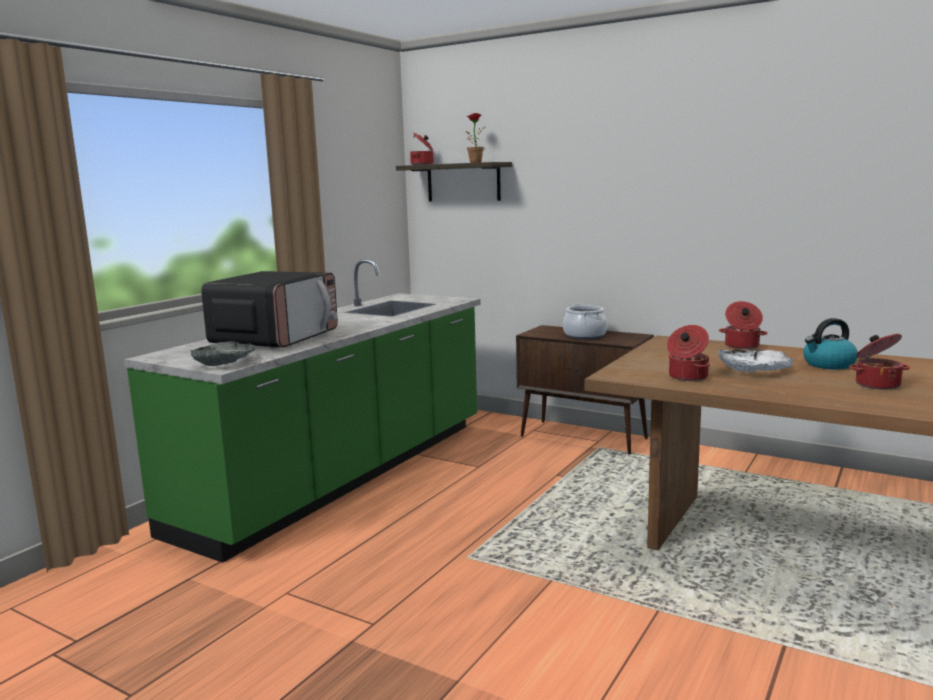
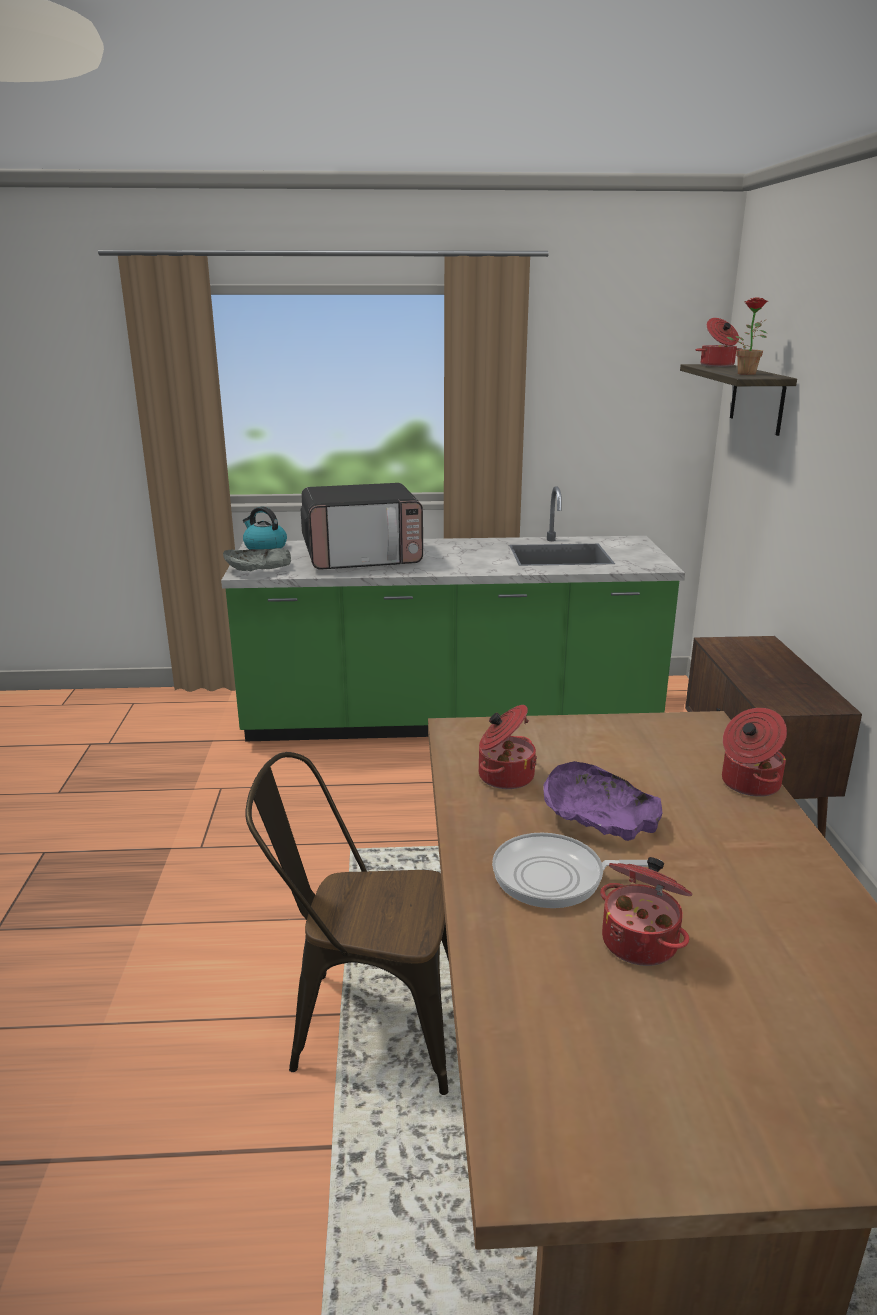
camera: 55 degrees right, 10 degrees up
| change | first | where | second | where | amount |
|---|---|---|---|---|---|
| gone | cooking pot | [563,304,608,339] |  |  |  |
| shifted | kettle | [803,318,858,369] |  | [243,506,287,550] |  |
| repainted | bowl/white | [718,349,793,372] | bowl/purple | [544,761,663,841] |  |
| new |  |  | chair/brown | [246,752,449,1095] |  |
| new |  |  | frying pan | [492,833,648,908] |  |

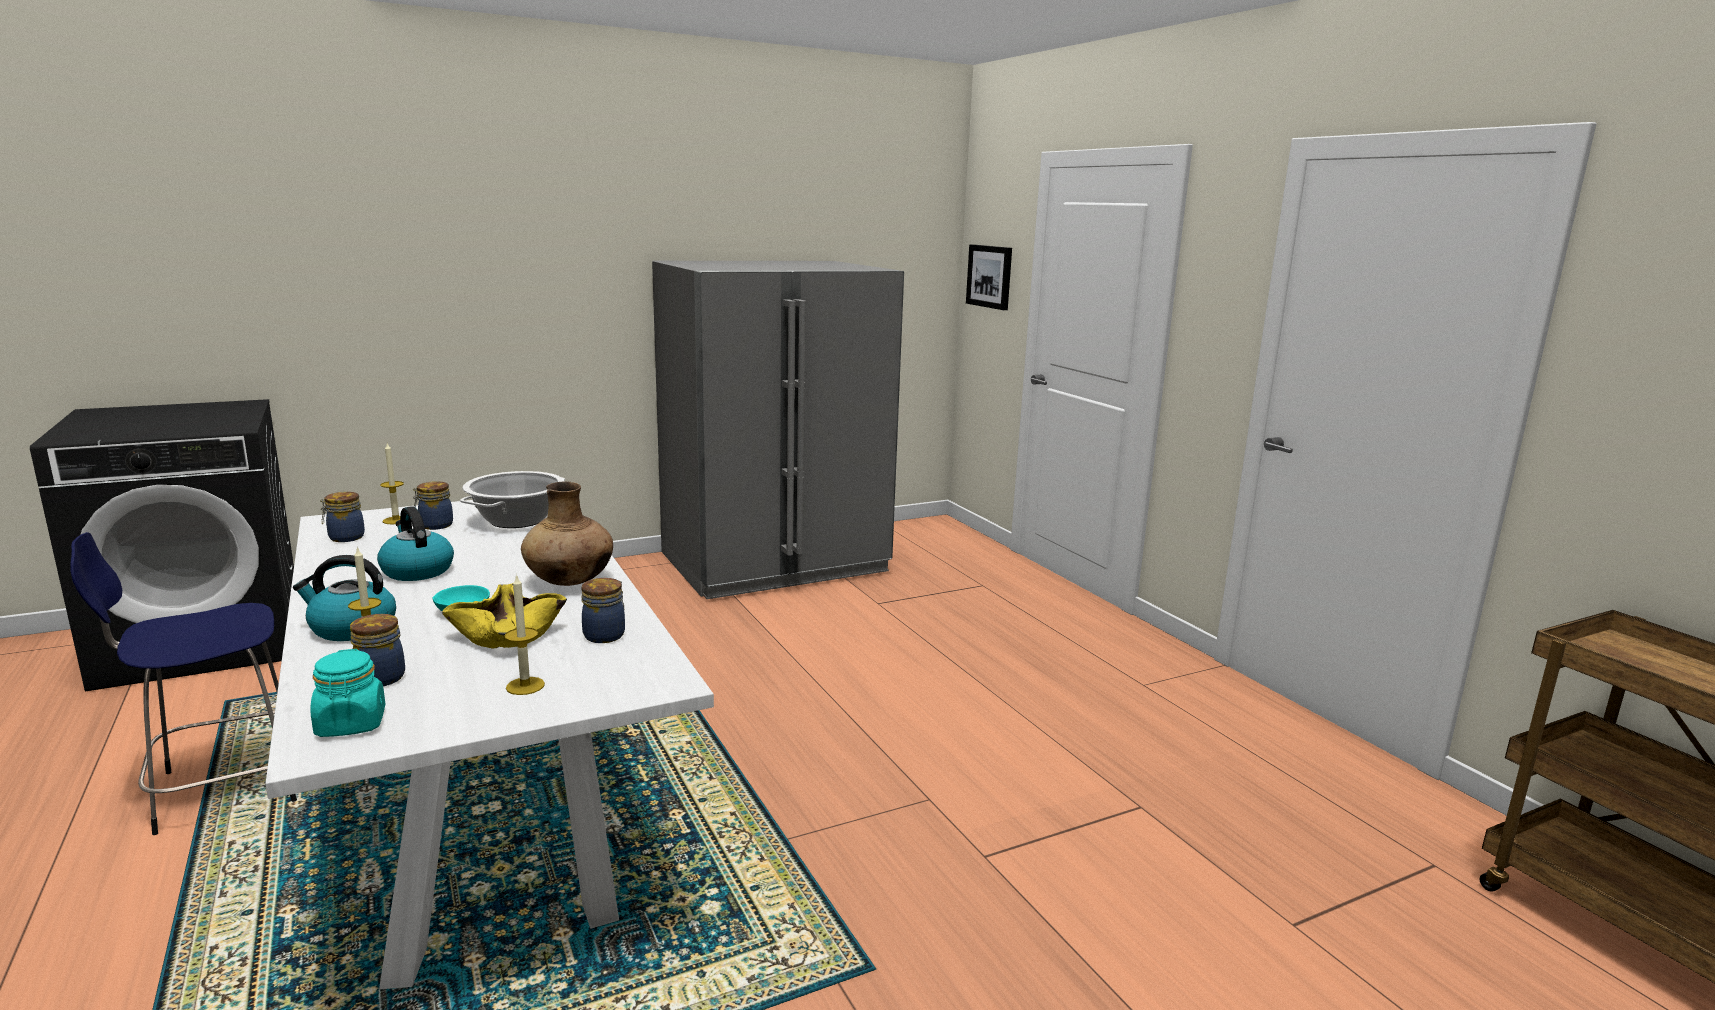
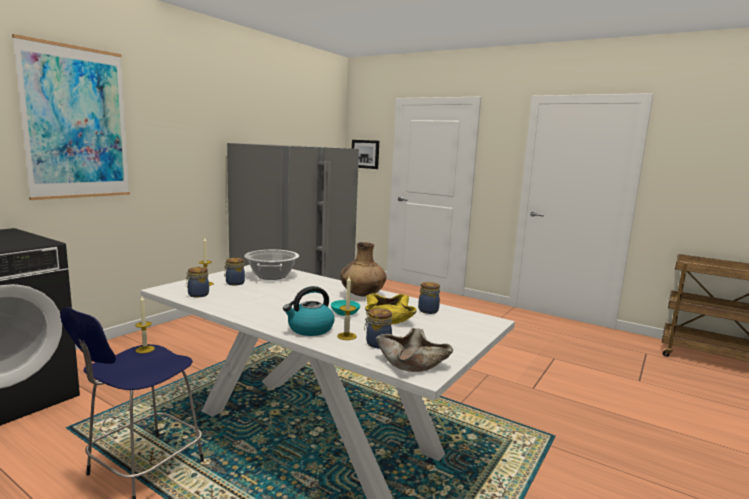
camera: 30 degrees left, 5 degrees down
| change | first | where | second | where | amount |
|---|---|---|---|---|---|
| gone | kettle | [377,506,454,581] |  |  |  |
| shifted | candle | [504,574,545,695] |  | [135,296,155,353] |  |
| swapped | jar/turquoise | [311,649,386,737] | bowl/beige | [376,328,453,372] |  |
| new |  |  | picture | [12,34,130,200] |  |

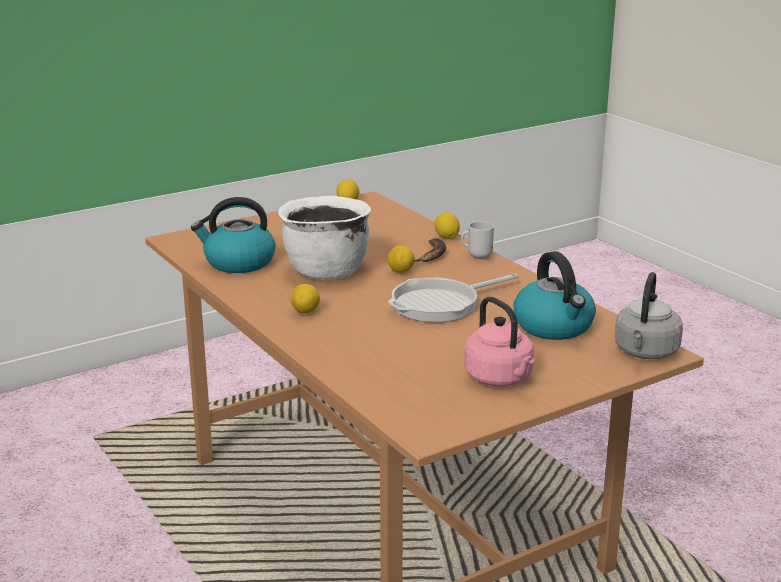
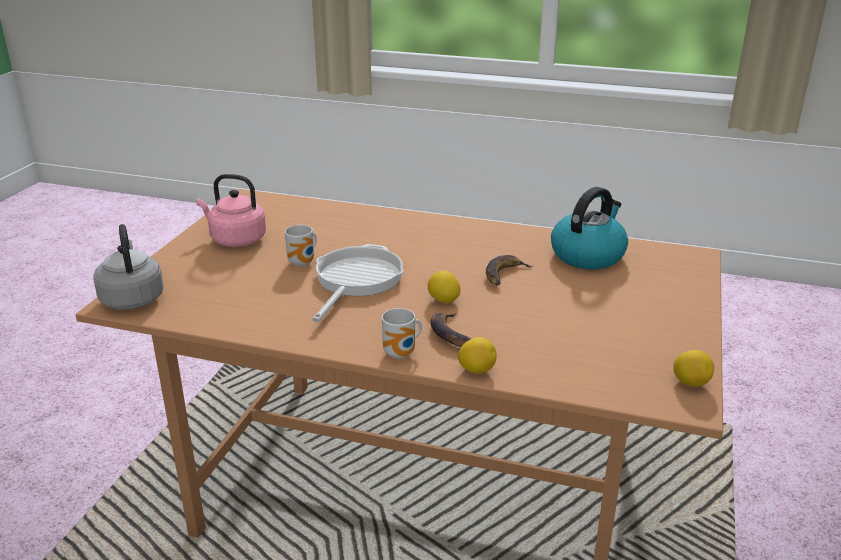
camera: 140 degrees right, 5 degrees up
| change | first | where | second | where | amount |
|---|---|---|---|---|---|
| swapped | cooking pot/white | [278,196,371,280] | banana | [486,255,533,285] |  |
| gone | kettle | [513,251,596,340] |  |  |  |
| gone | lemon | [290,284,320,313] |  |  |  |
| new |  |  | mug | [285,225,317,267] |  |

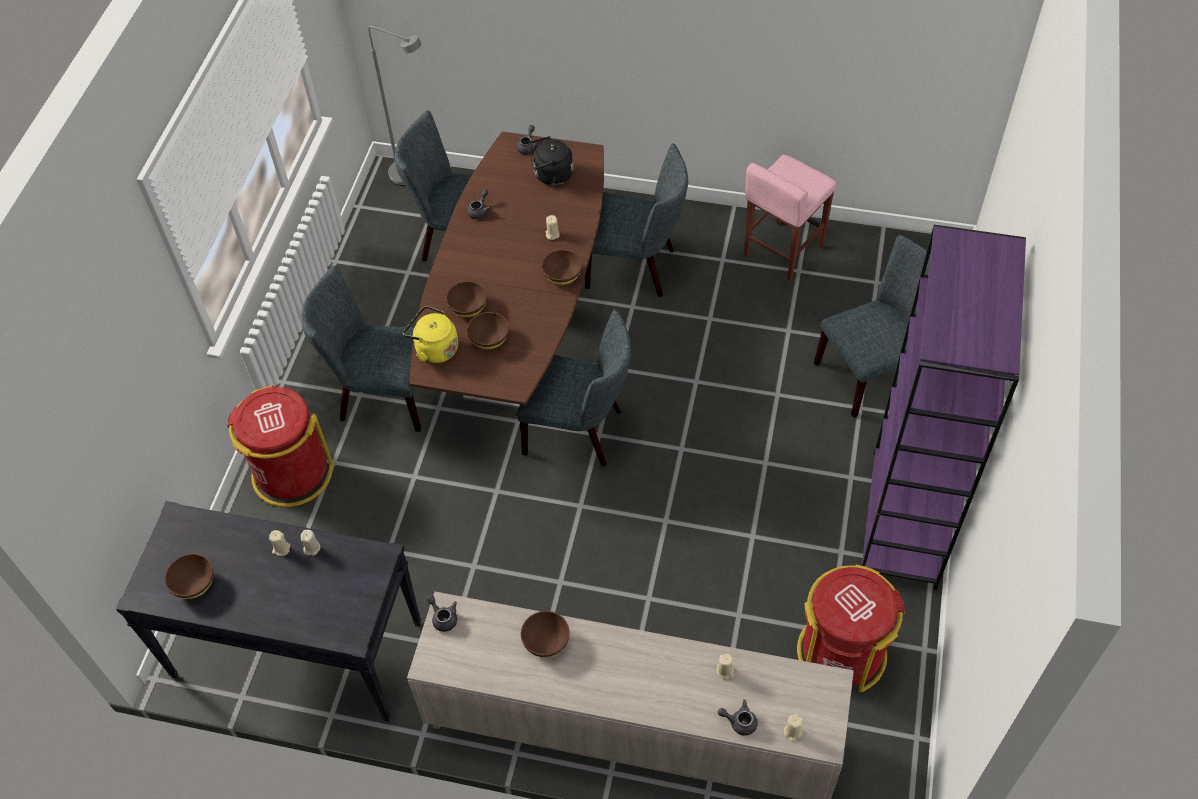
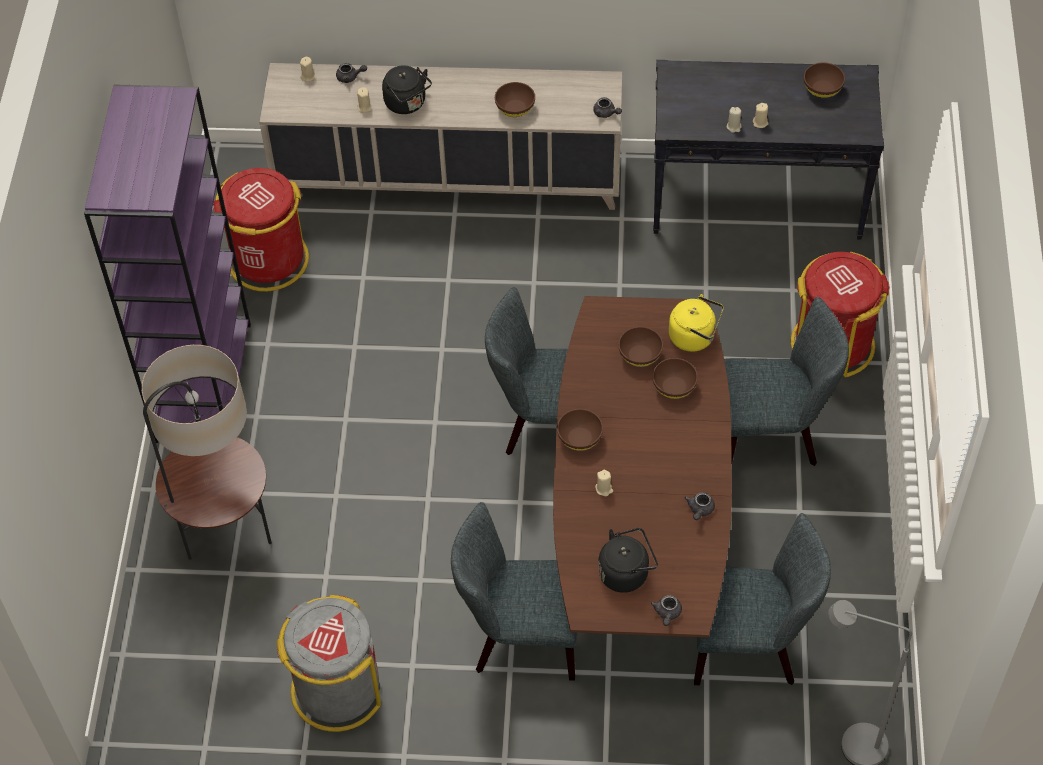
camera: 170 degrees right, 0 degrees up
| change | first | where | second | where | amount |
|---|---|---|---|---|---|
| swapped | stool/pink | [744,155,837,281] | trash can/grey | [277,595,381,732] |  |
| swapped | chair/grey | [814,235,931,418] | floor lamp | [142,345,272,560] |  |
| new |  |  | kettle/black | [382,65,432,114] |  |

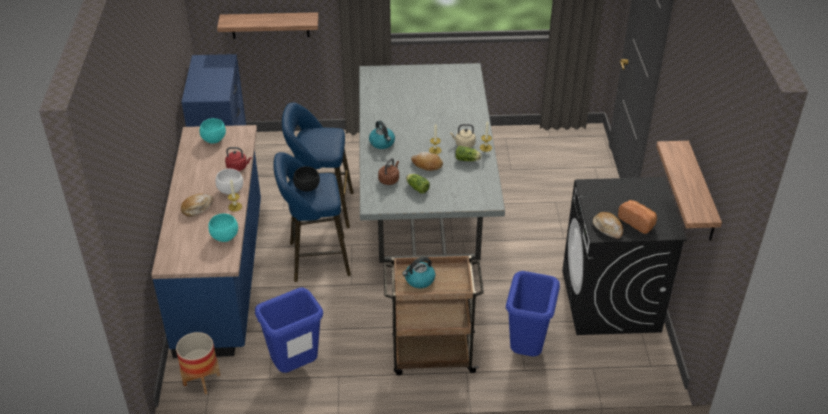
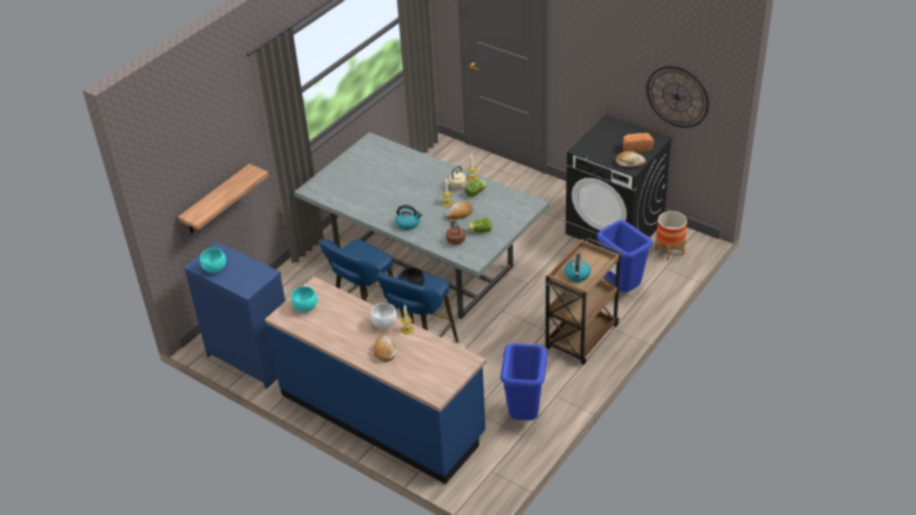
camera: 50 degrees left, 0 degrees up
| change | first | where | second | where | amount |
|---|---|---|---|---|---|
| swapped | shelf | [656,141,722,241] | wall clock | [647,66,709,128] |  |
| gone | kettle/red | [225,147,252,171] |  |  |  |
| shifted | bowl/turquoise | [208,214,238,242] |  | [200,248,226,273] |  |
| shifted | planter | [176,332,221,394] |  | [655,211,687,261] |  |

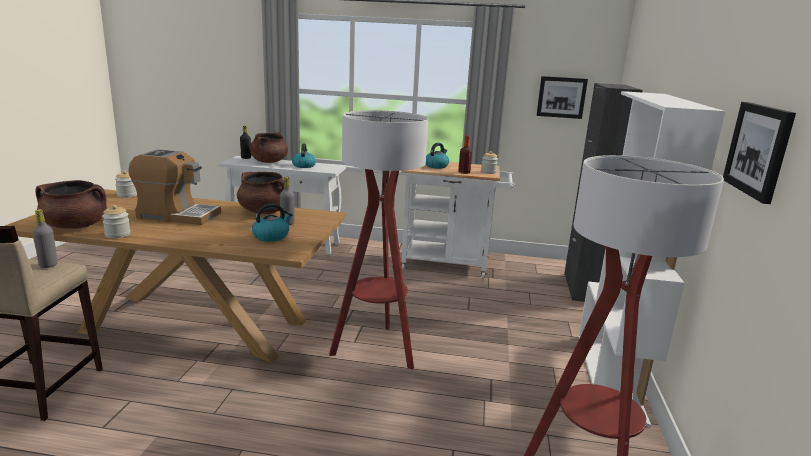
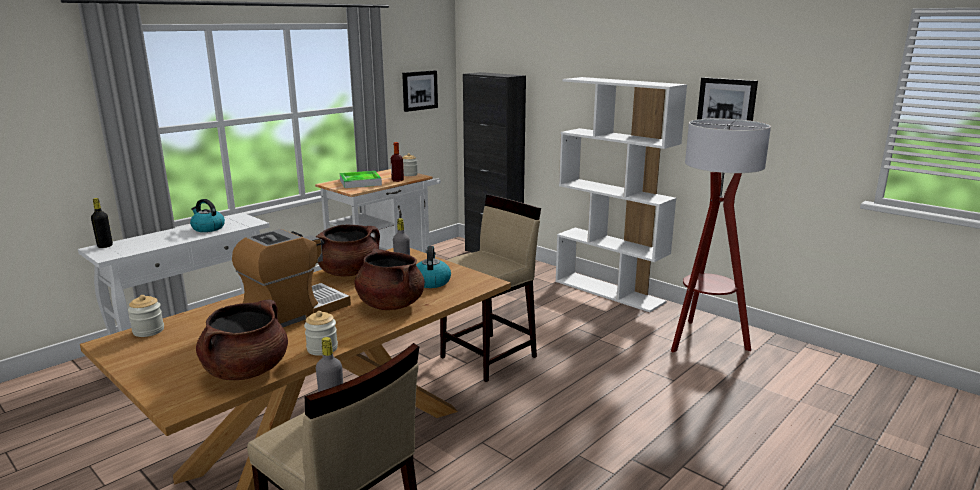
camera: 55 degrees left, 0 degrees up
| change | first | where | second | where | amount |
|---|---|---|---|---|---|
| swapped | floor lamp | [329,110,429,369] | stool/beige | [440,195,541,382] |  |
| shifted | cooking pot/brown | [250,132,288,163] |  | [355,248,425,310] |  |
| swapped | kettle | [425,143,449,169] | tray | [340,171,382,188] |  |

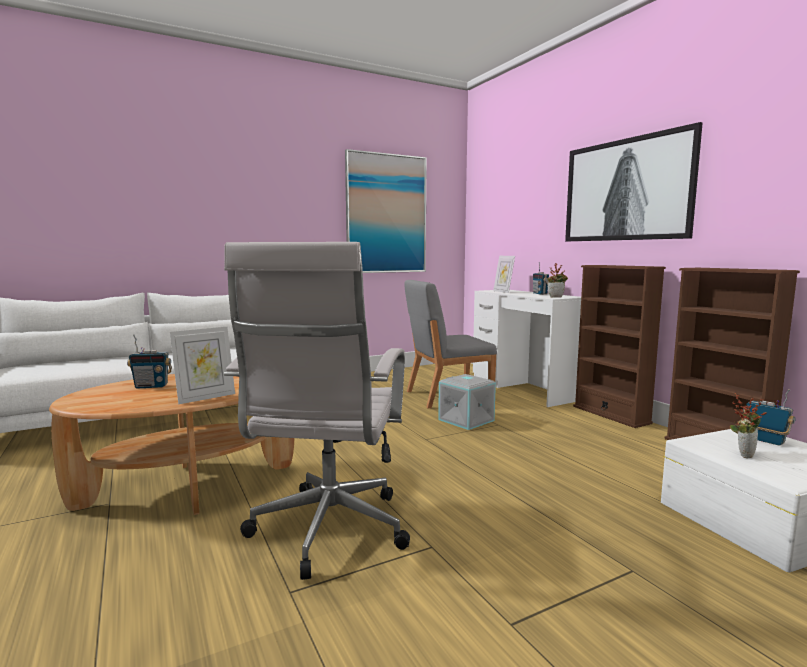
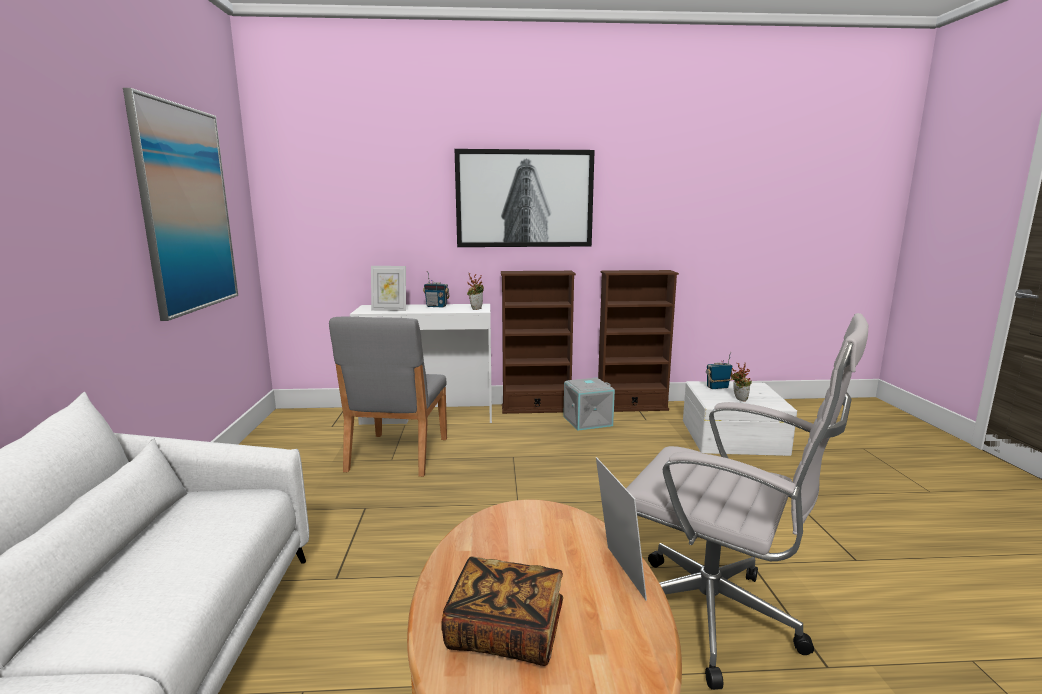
camera: 65 degrees left, 5 degrees up
| change | first | where | second | where | amount |
|---|---|---|---|---|---|
| swapped | radio | [127,335,172,388] | book | [441,556,563,666] |  |
| shifted | storage box/grey | [438,374,496,430] |  | [563,378,615,430] |  |

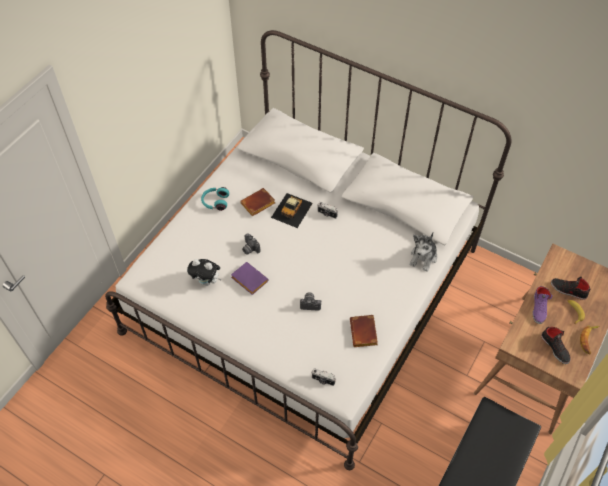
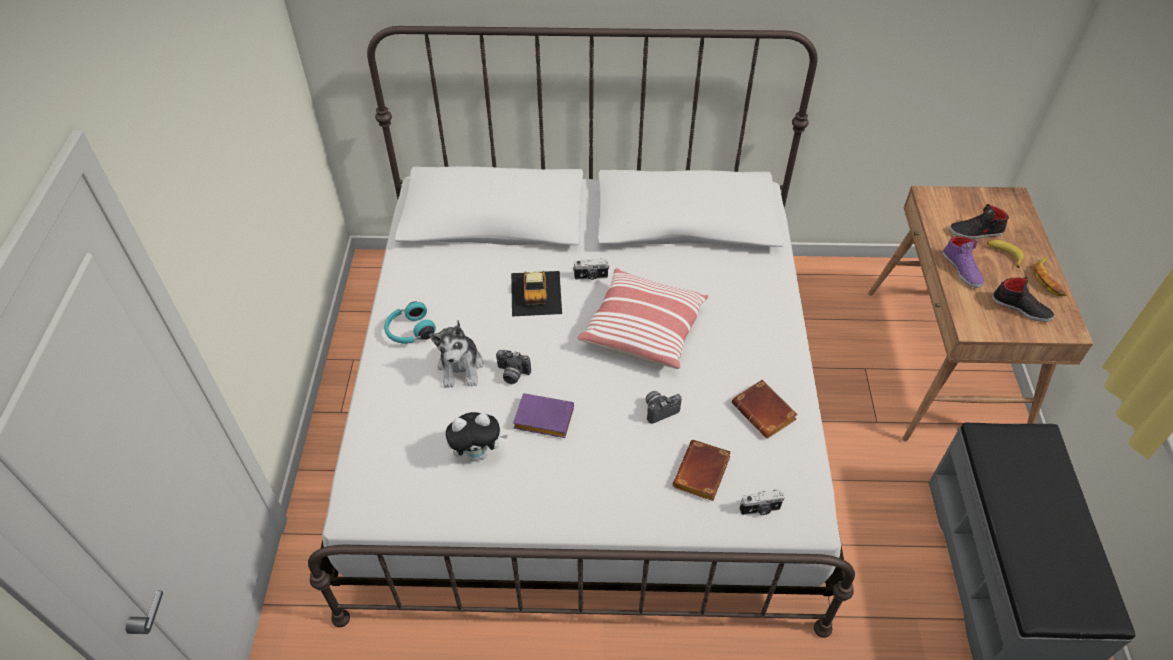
camera: 30 degrees left, 5 degrees down
| change | first | where | second | where | amount |
|---|---|---|---|---|---|
| shifted | book/brown | [240,188,275,216] |  | [673,440,731,501] |  |
| shifted | plush toy | [410,233,437,272] |  | [429,320,484,388] |  |
| new |  |  | pillow | [577,268,709,369] |  |

